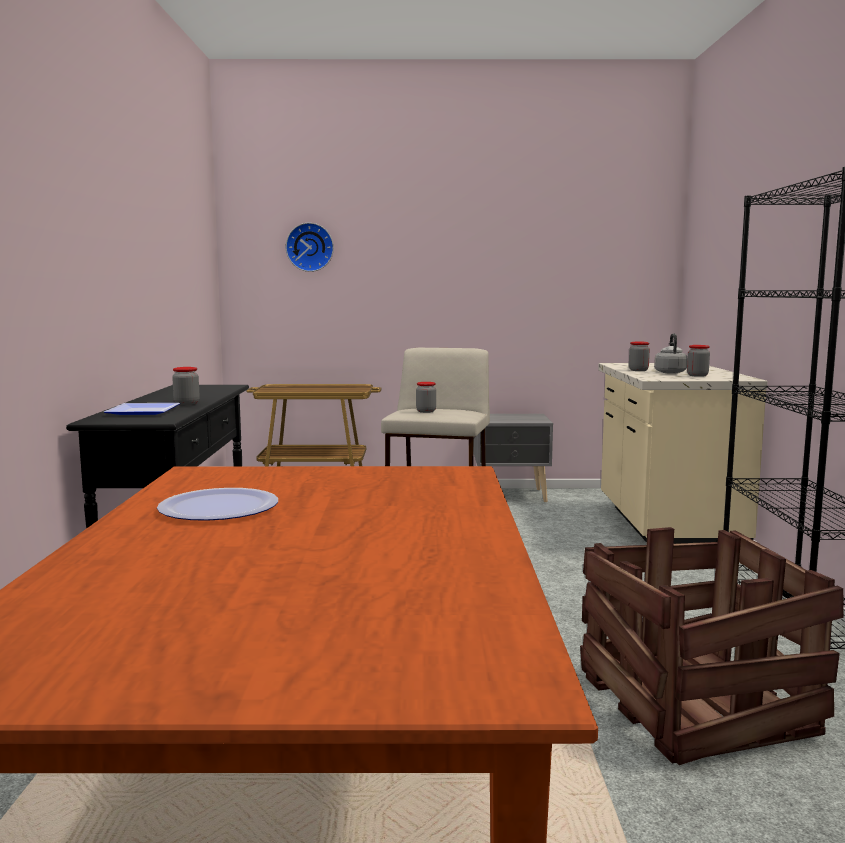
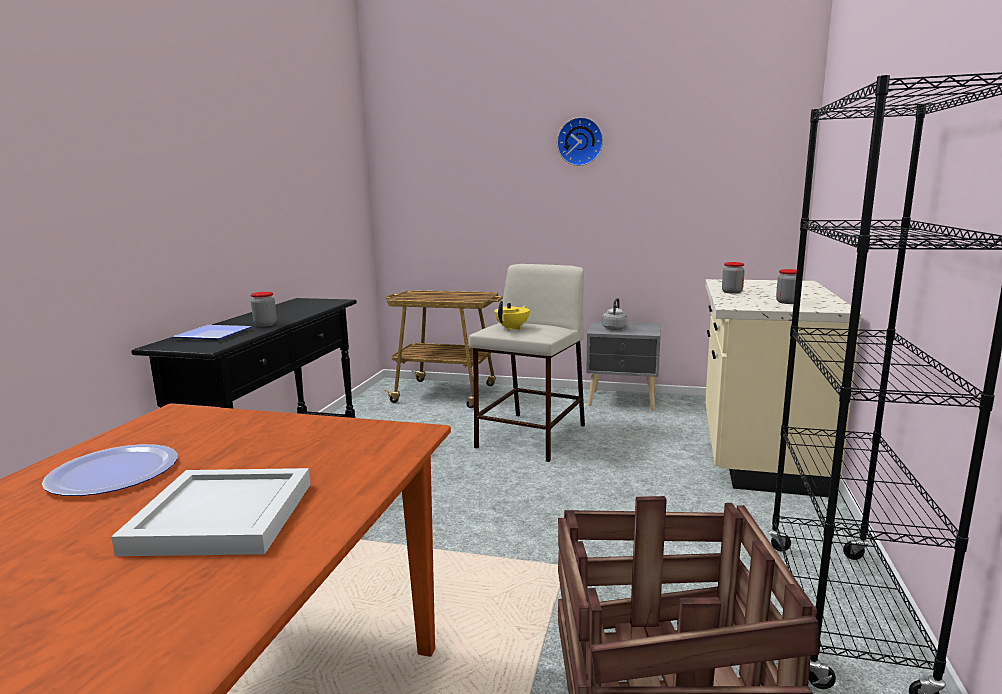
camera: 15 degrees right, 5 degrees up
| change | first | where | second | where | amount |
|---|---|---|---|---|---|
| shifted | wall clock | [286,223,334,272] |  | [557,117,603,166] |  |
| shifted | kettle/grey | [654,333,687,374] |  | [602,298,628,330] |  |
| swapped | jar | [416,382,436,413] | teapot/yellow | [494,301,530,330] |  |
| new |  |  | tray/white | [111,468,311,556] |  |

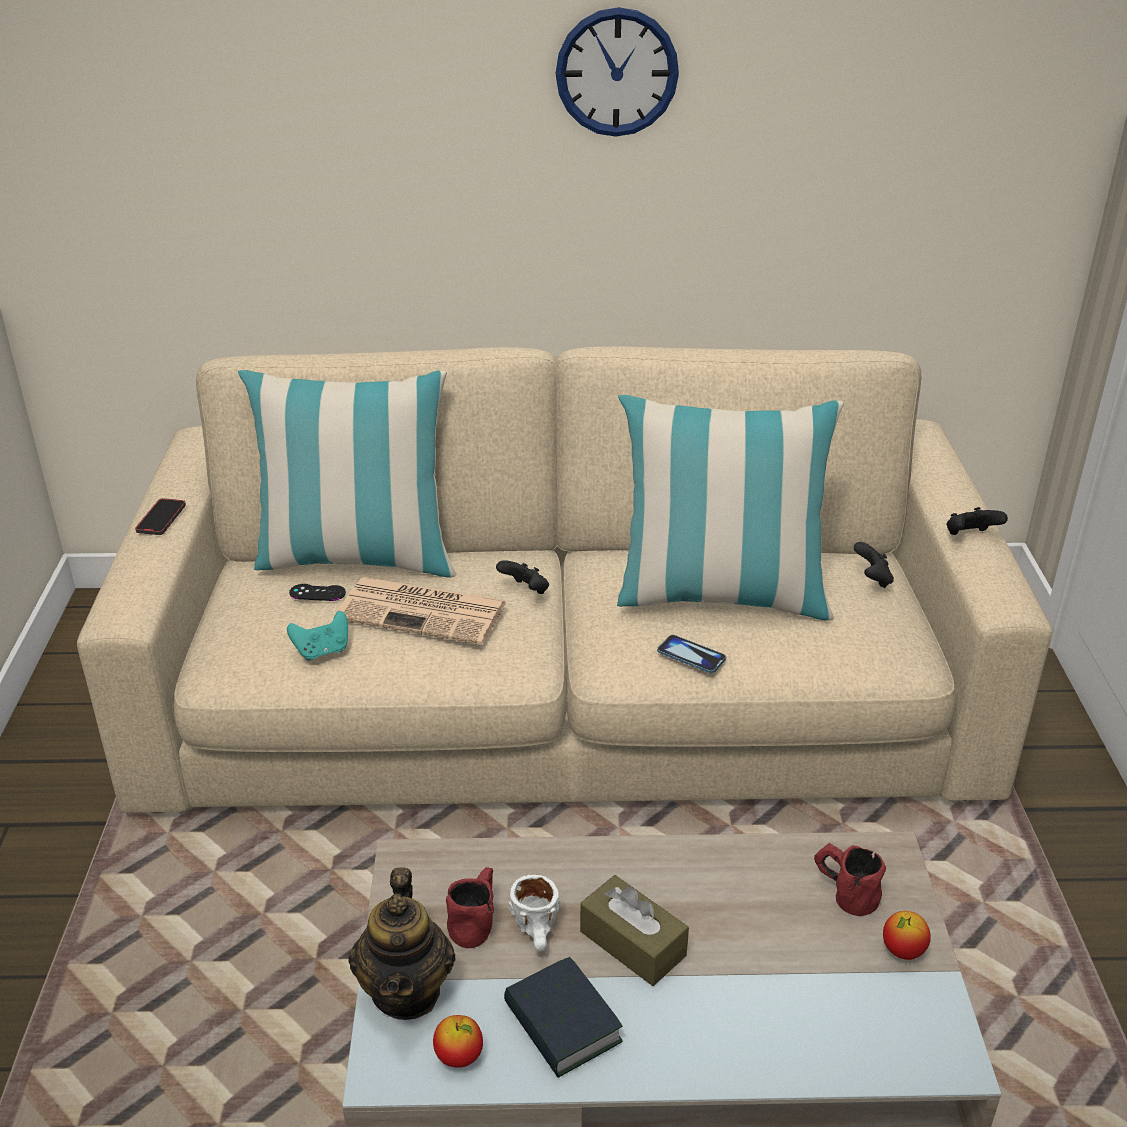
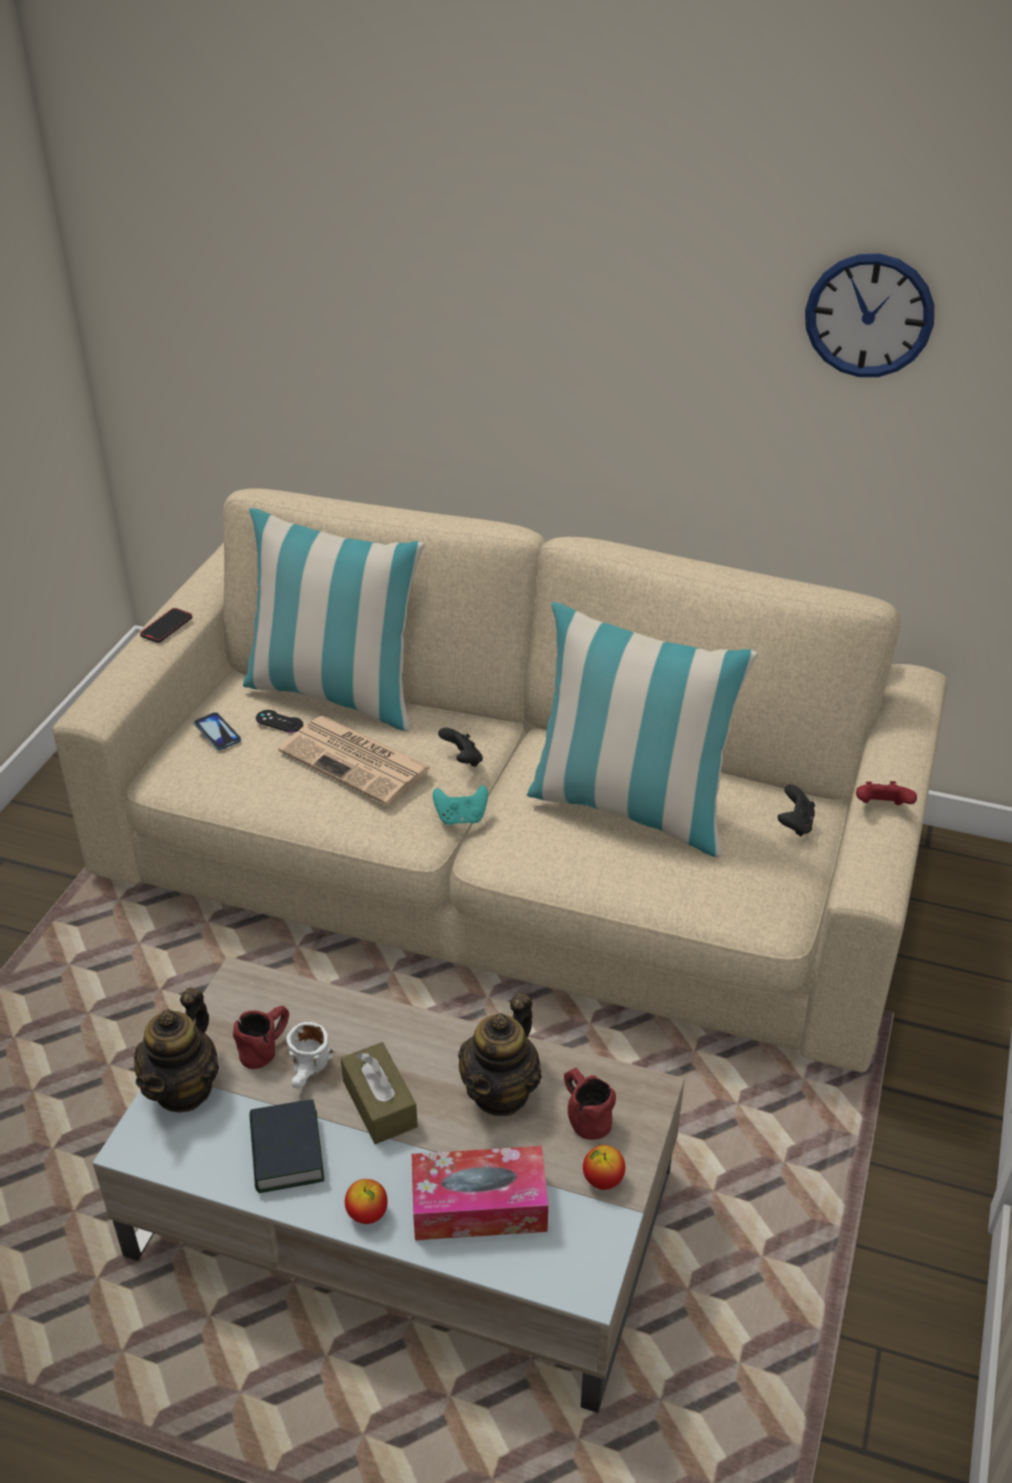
camera: 20 degrees right, 5 degrees up
| change | first | where | second | where | amount |
|---|---|---|---|---|---|
| shifted | wall clock | [556,7,679,137] |  | [805,253,934,377] |  |
| repainted | game controller/black | [947,507,1008,535] | game controller/red | [856,781,917,805] |  |
| shifted | game controller/turquoise | [287,611,348,661] |  | [433,785,488,825] |  |
| shifted | phone | [657,635,726,673] |  | [194,712,241,750] |  |
| shifted | apple | [433,1015,483,1068] |  | [345,1179,388,1224] |  |
| new |  |  | teapot | [458,993,542,1116] |  |
| new |  |  | tissue box | [412,1146,548,1240] |  |

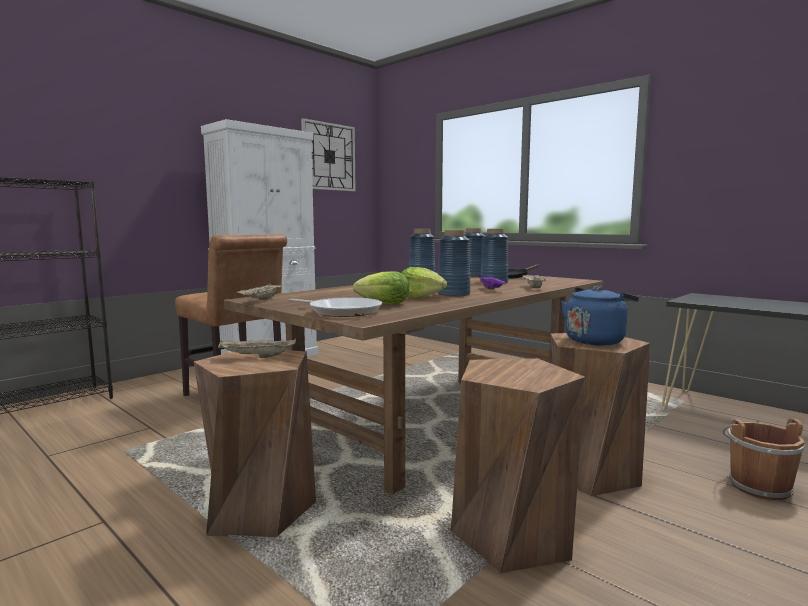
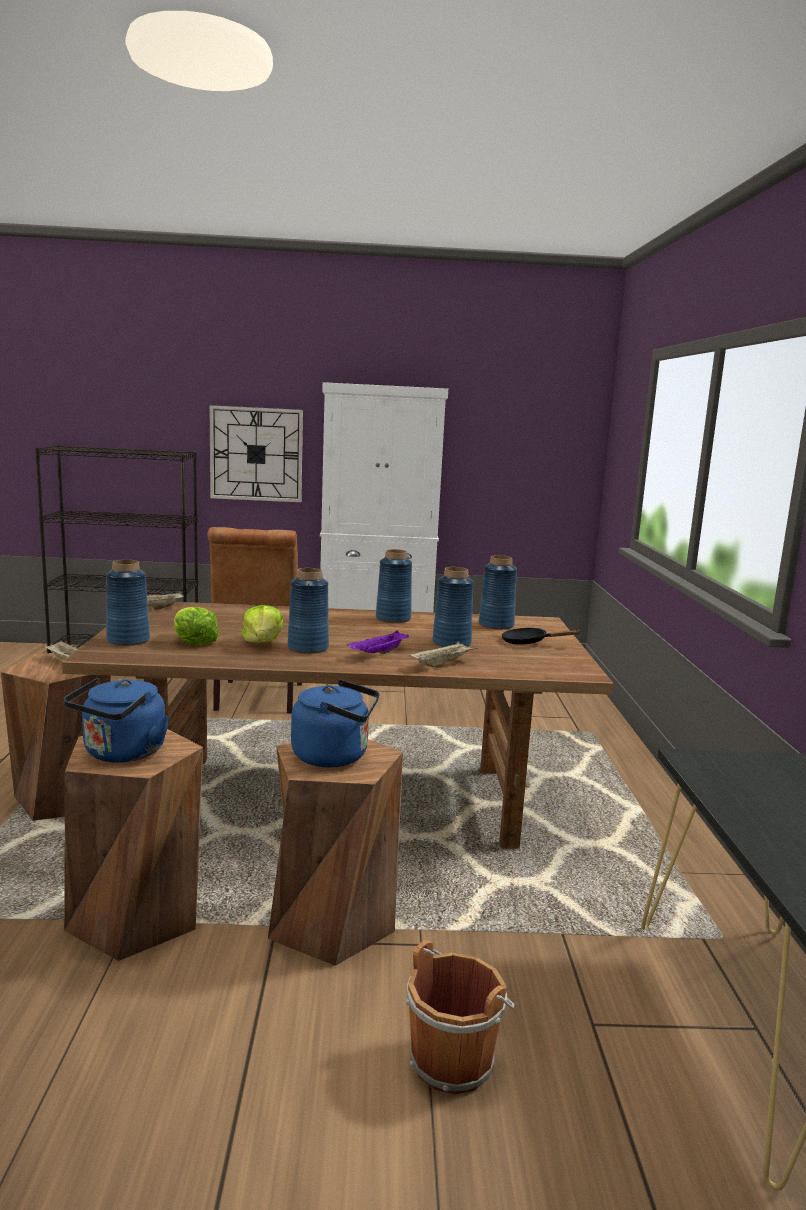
camera: 45 degrees right, 5 degrees up
| change | first | where | second | where | amount |
|---|---|---|---|---|---|
| shifted | wall clock | [301,118,356,191] |  | [209,405,303,502] |  |
| swapped | frying pan | [288,297,382,317] | vase/blue | [106,560,150,646] |  |
| new |  |  | kettle/blue | [64,678,169,763] |  |

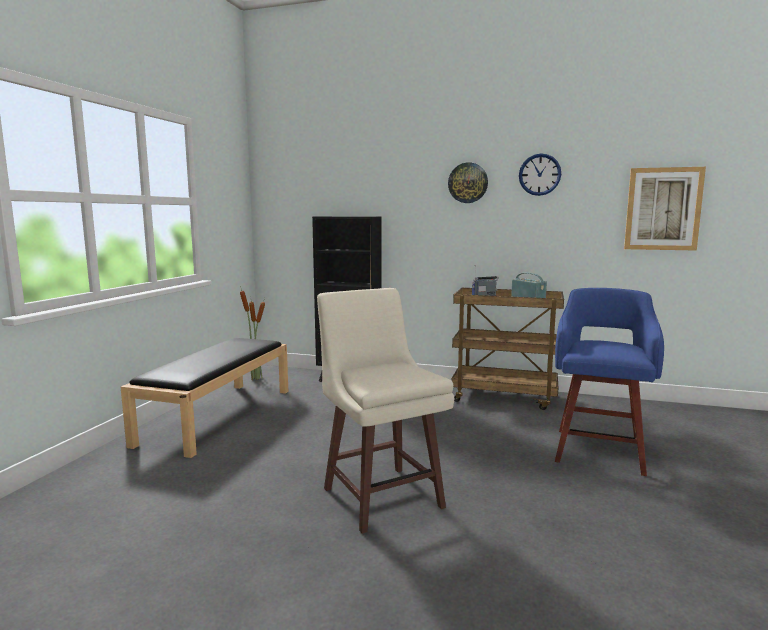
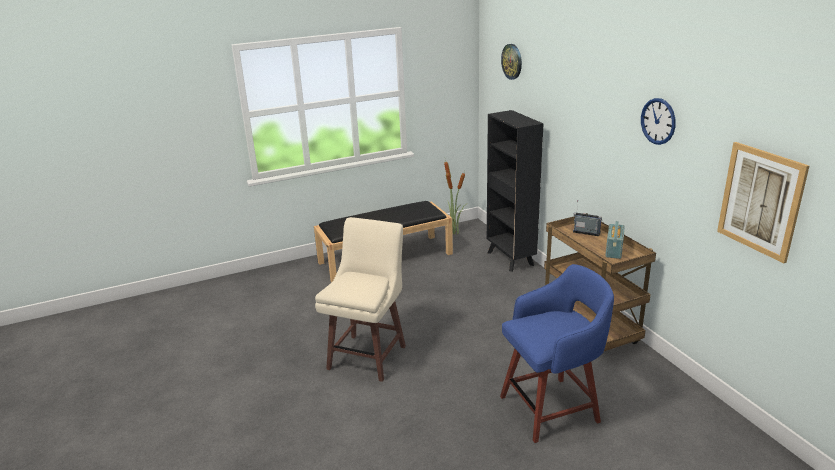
camera: 50 degrees right, 15 degrees up
| change | first | where | second | where | amount |
|---|---|---|---|---|---|
| shifted | wall clock | [448,162,488,203] |  | [501,44,522,80] |  |

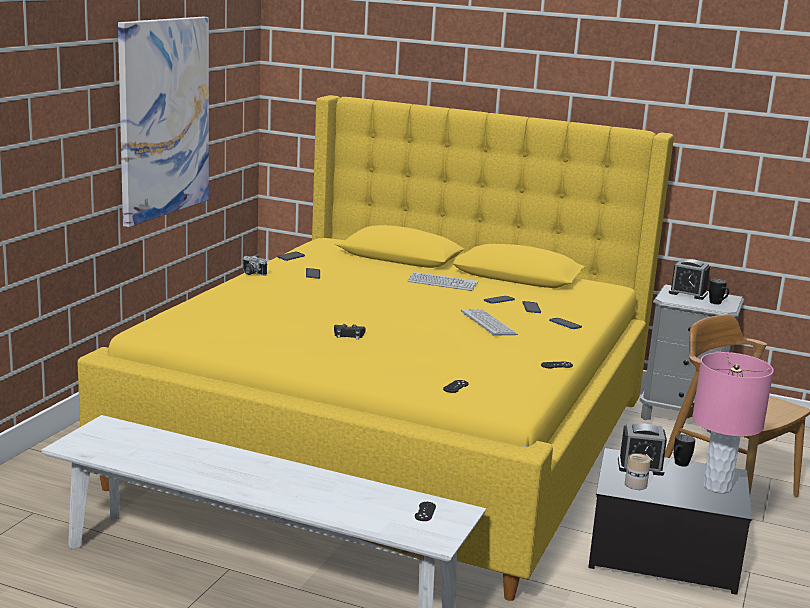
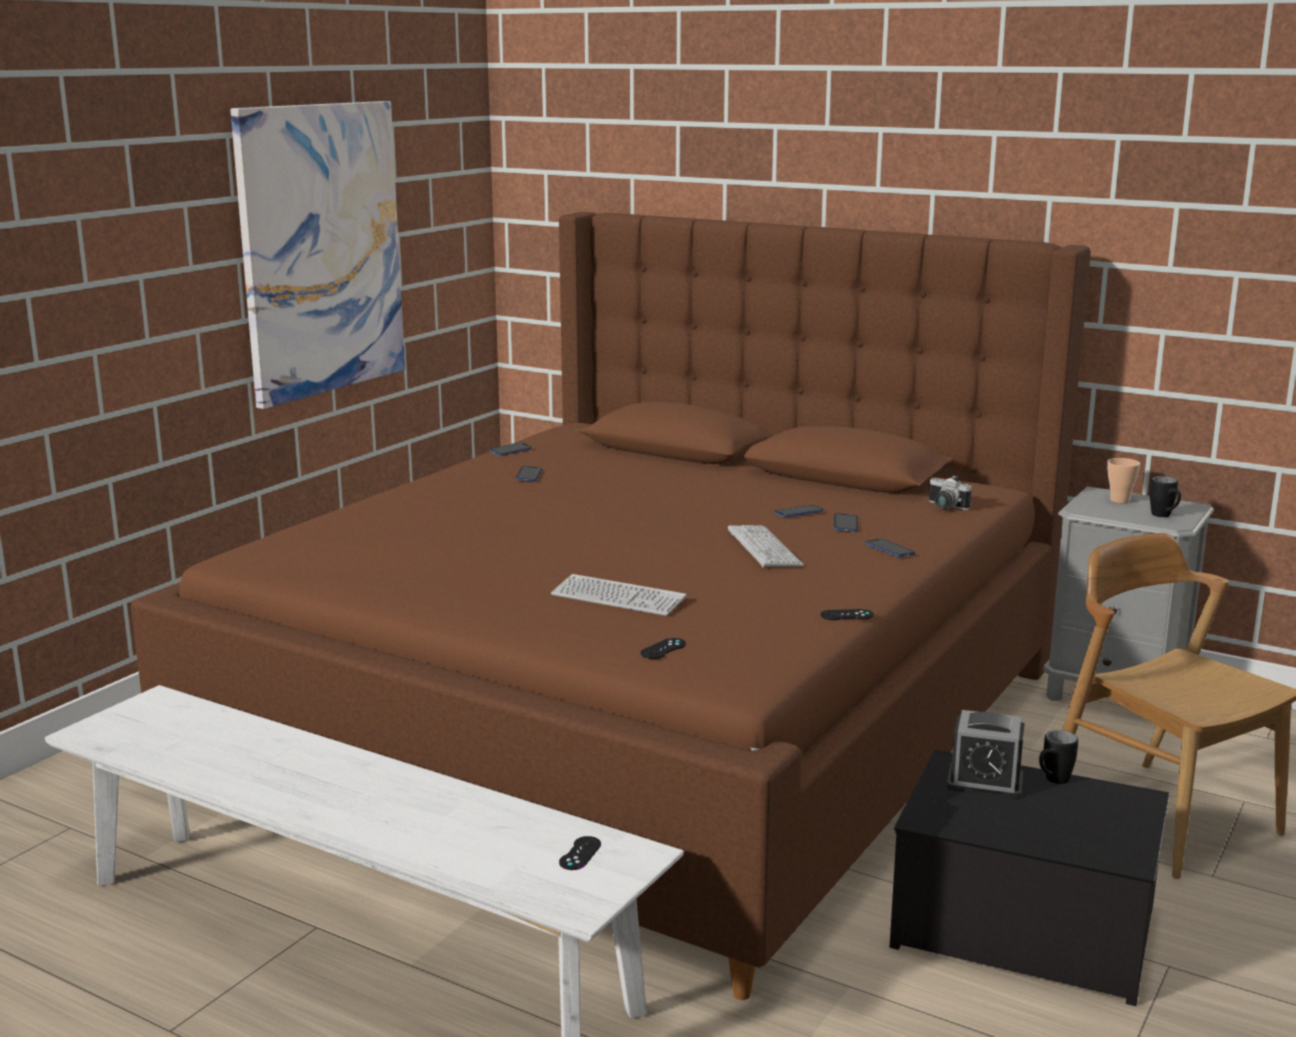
camera: 10 degrees right, 0 degrees up
| change | first | where | second | where | amount |
|---|---|---|---|---|---|
| repainted | bed/yellow | [77,95,674,601] | bed/brown | [131,212,1091,1000] |  |
| shifted | photo camera | [243,254,267,276] |  | [929,475,972,510] |  |
| swapped | alarm clock | [669,259,710,300] | cup | [1107,458,1140,503] |  |
| shifted | keyboard | [407,272,478,291] |  | [551,574,687,616] |  |
| gone | game controller/black | [334,324,366,339] |  |  |  |
| gone | table lamp/pink | [692,352,774,494] |  |  |  |
| gone | can | [625,453,651,490] |  |  |  |

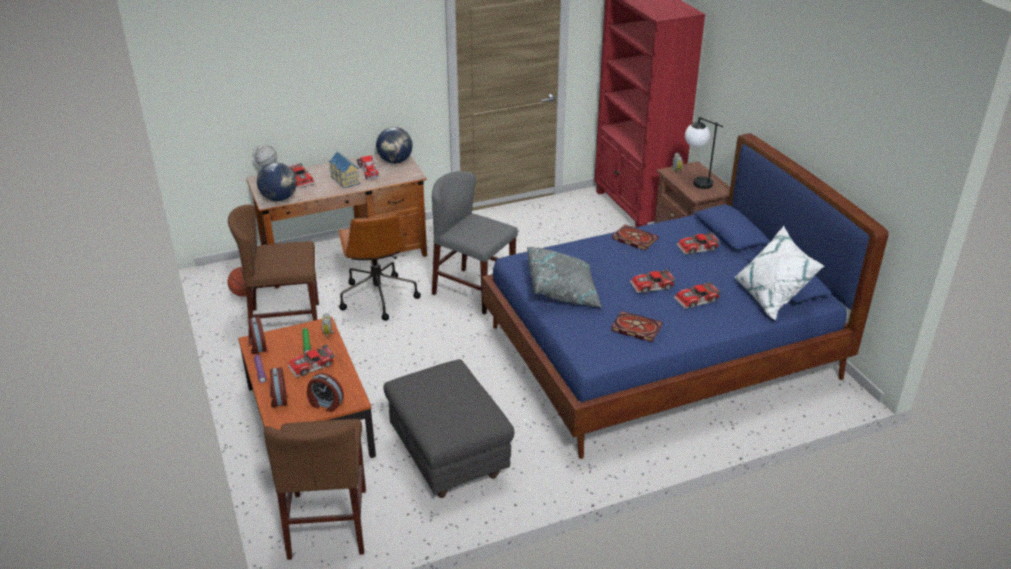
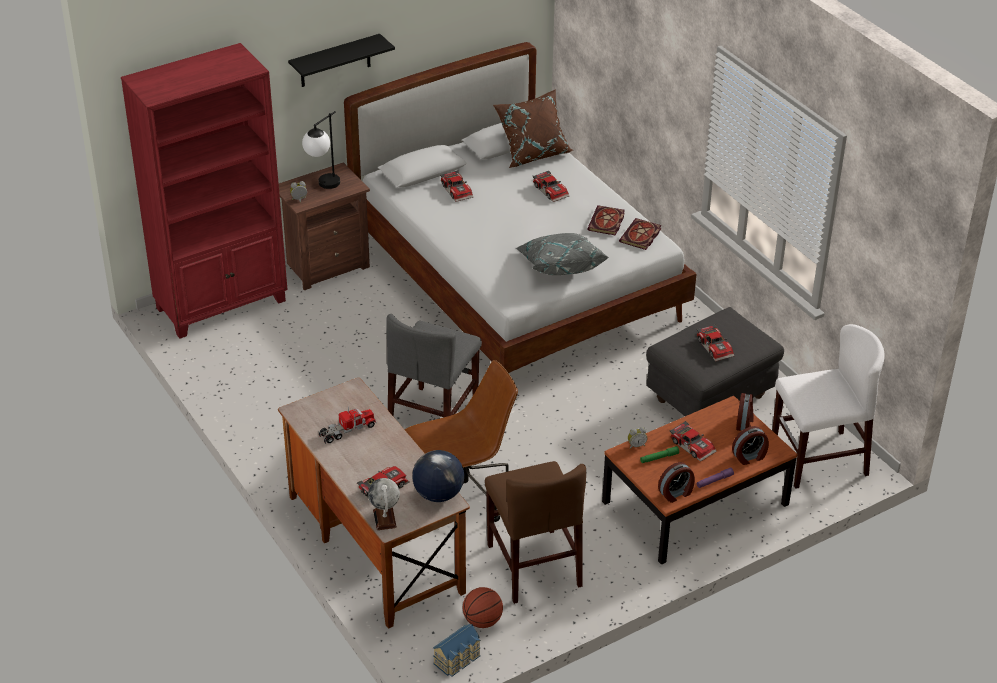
camera: 100 degrees left, 5 degrees up
| change | first | where | second | where | amount |
|---|---|---|---|---|---|
| gone | globe | [376,127,413,164] |  |  |  |
| repainted | bed/blue | [482,133,889,459] | bed/white | [344,42,696,373] |  |
| shifted | toy house | [329,152,360,188] |  | [433,624,481,677] |  |
| shifted | book | [612,224,659,250] |  | [619,218,662,250] |  |
| repainted | pillow/white | [735,226,824,321] | pillow/brown | [493,89,573,168] |  |
| shifted | toy car | [630,269,676,293] |  | [697,324,734,362] |  |
| repainted | chair/brown | [264,419,366,560] | chair/white | [772,324,885,489] |  |
| new |  |  | shelf/black | [288,34,395,87] |  |

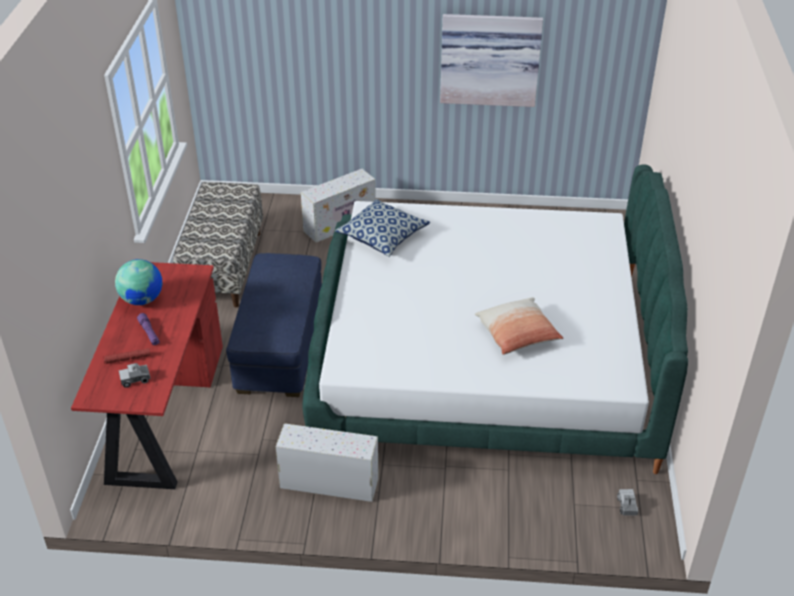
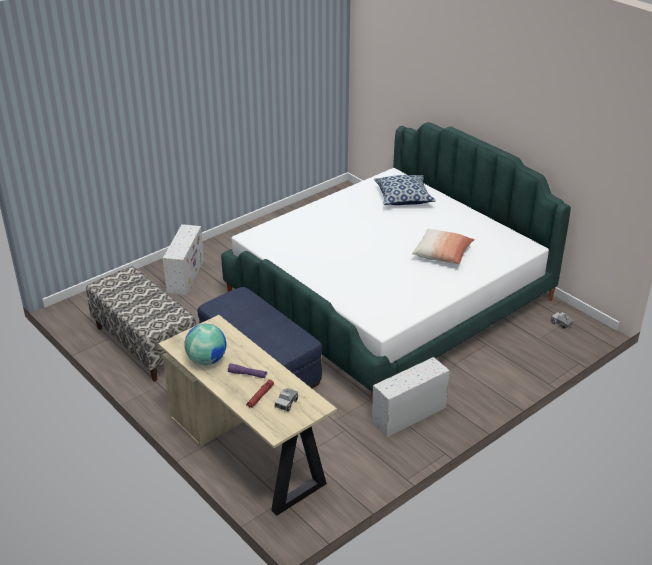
camera: 45 degrees left, 5 degrees down
| change | first | where | second | where | amount |
|---|---|---|---|---|---|
| gone | picture | [440,14,543,107] |  |  |  |
| shifted | pillow | [335,199,430,257] |  | [374,175,436,205] |  |
| repainted | desk/red | [71,262,223,489] | desk/beige | [158,315,337,516] |  |

